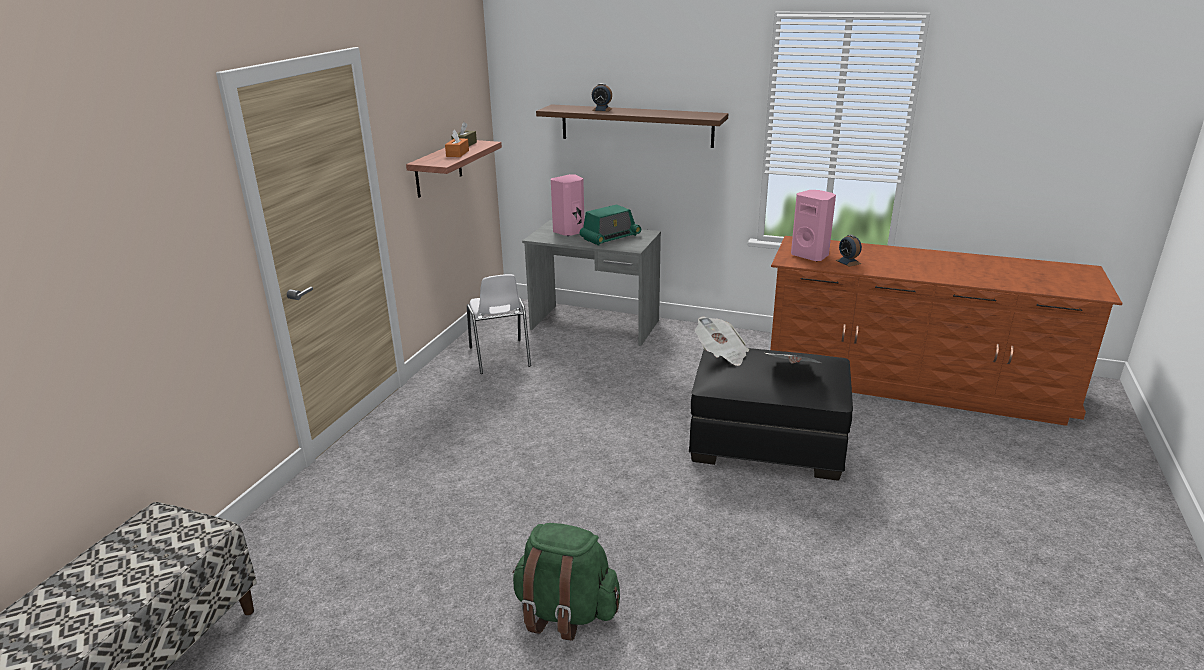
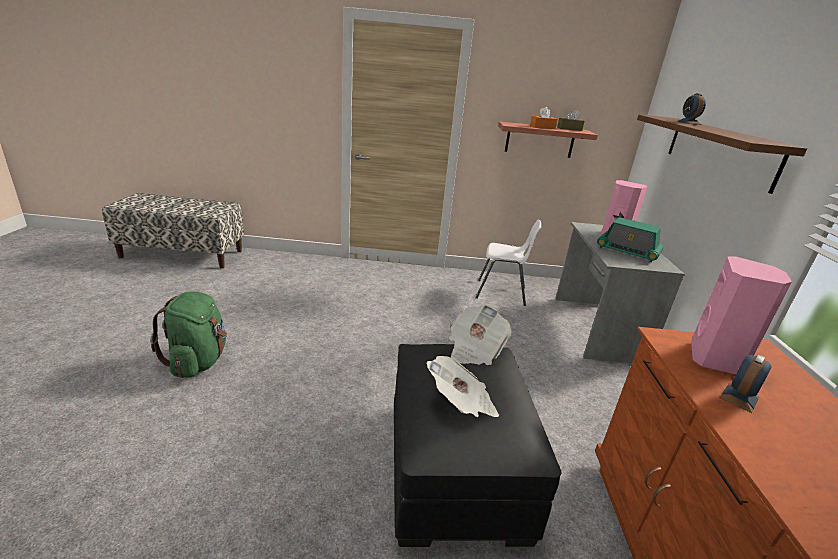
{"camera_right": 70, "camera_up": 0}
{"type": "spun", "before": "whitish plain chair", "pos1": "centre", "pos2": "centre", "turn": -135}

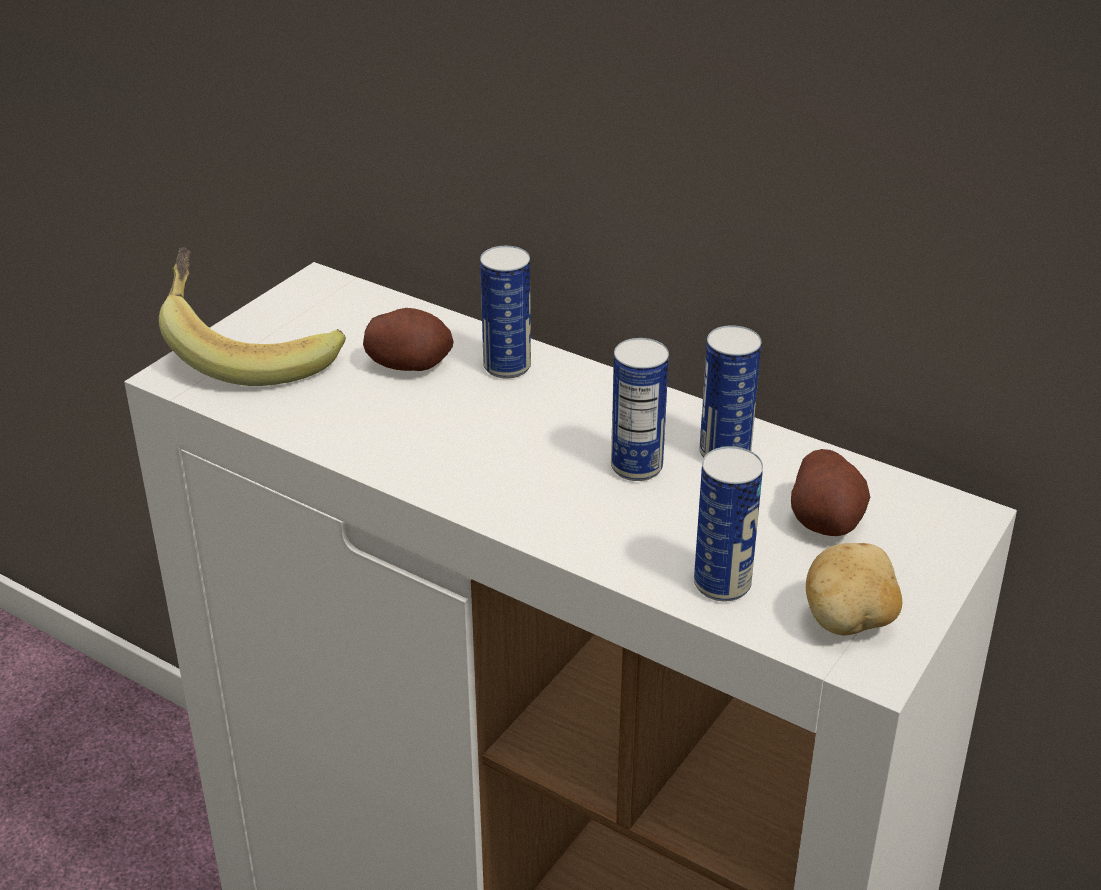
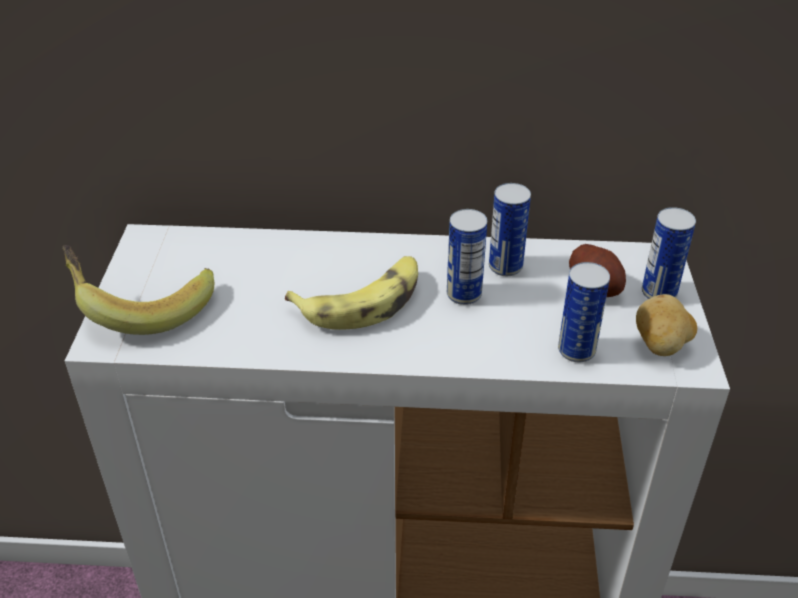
{"camera_right": -30, "camera_up": 5}
{"type": "appeared", "after": "banana (no. 2 from left)", "pos2": "centre"}
{"type": "relocated", "before": "can (no. 1 from left in the first image)", "after": "can (no. 4 from left)", "pos1": "centre", "pos2": "middle right"}
{"type": "missing", "before": "whole potato (no. 1 from left)", "pos1": "centre"}

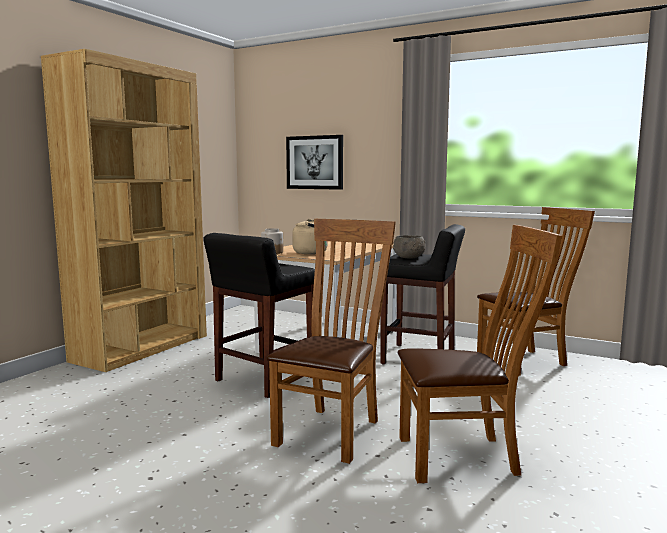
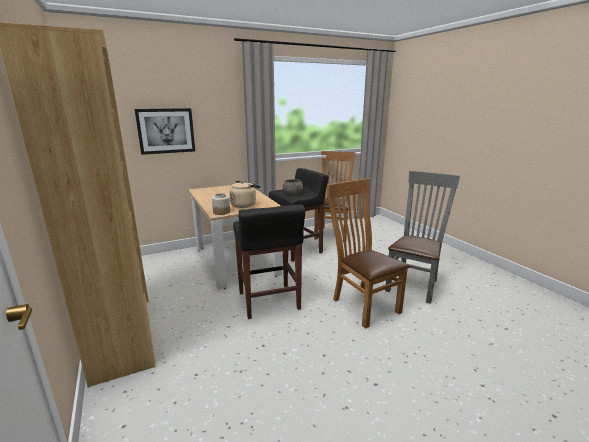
{"camera_right": -55, "camera_up": 10}
{"type": "colour", "before": "brown plain chair (no. 2 from left)", "after": "gray plain chair", "pos1": "middle right", "pos2": "middle right"}

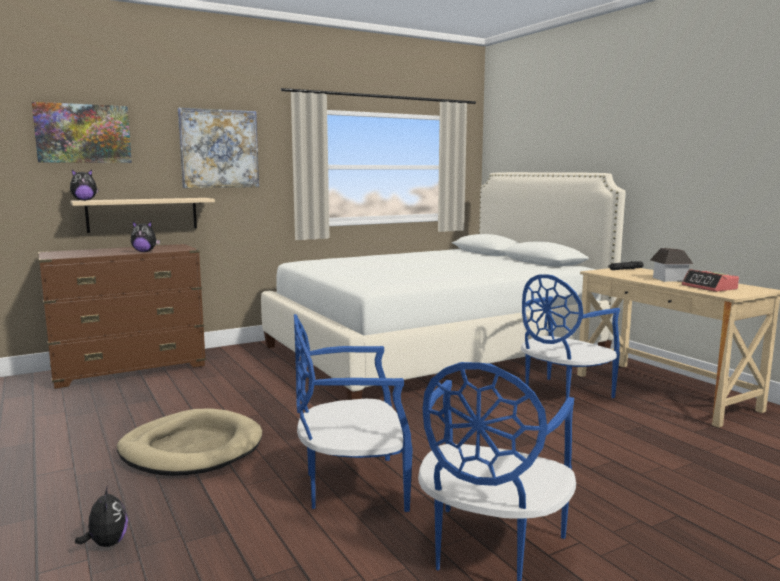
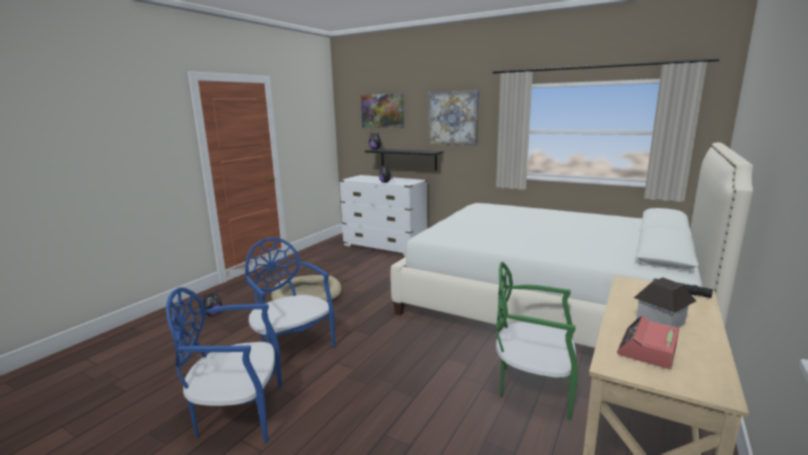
{"camera_right": 60, "camera_up": 5}
{"type": "colour", "before": "brown chest of drawers", "after": "whitish chest of drawers", "pos1": "middle left", "pos2": "centre"}
{"type": "colour", "before": "beige shelf", "after": "blackish shelf", "pos1": "middle left", "pos2": "centre"}
{"type": "colour", "before": "blue plain chair (no. 3 from left)", "after": "greenish plain chair", "pos1": "middle right", "pos2": "bottom centre"}

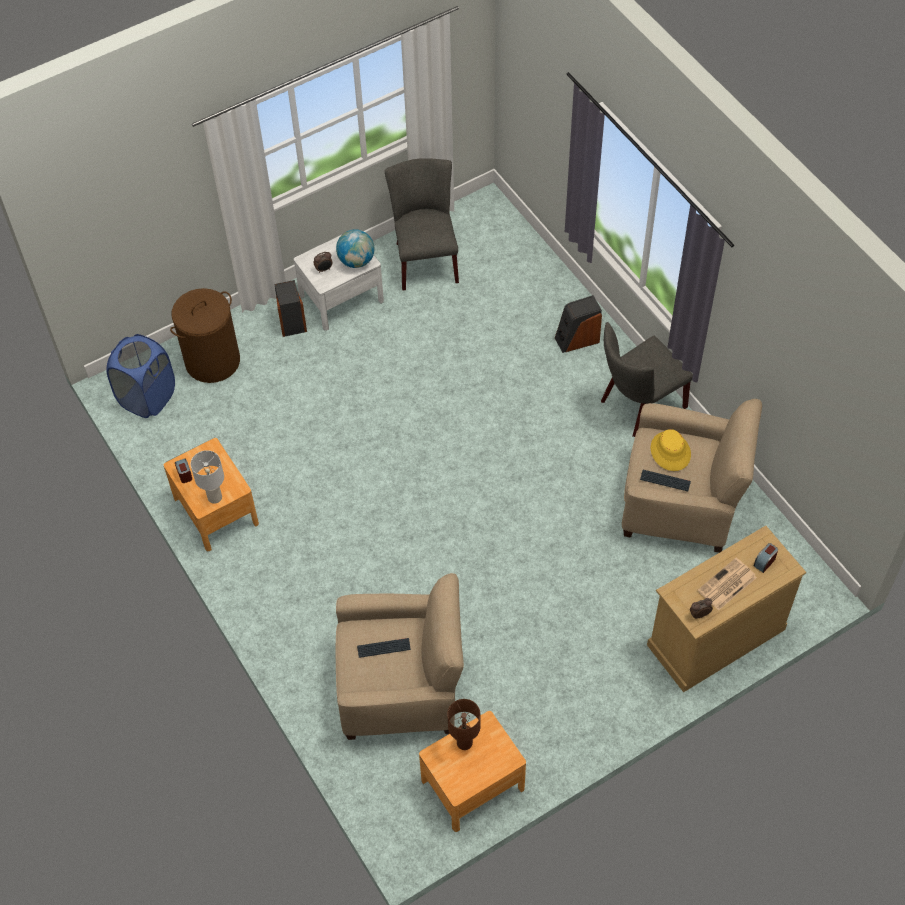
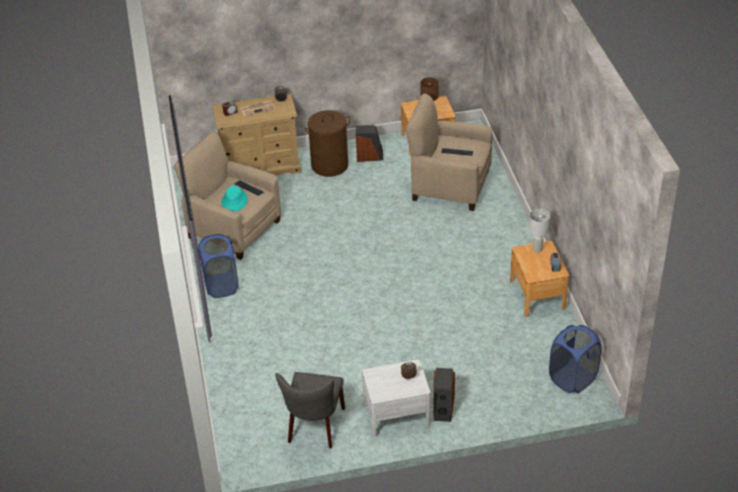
{"camera_right": -160, "camera_up": -15}
{"type": "exchanged", "before": "gray plain chair (no. 2 from left)", "after": "blue laundry basket (no. 1 from left)", "pos1": "middle right", "pos2": "middle left"}
{"type": "colour", "before": "yellow-coloured wearable hat", "after": "turquoise wearable hat", "pos1": "middle right", "pos2": "middle left"}
{"type": "relocated", "before": "brown laundry basket", "pos1": "middle left", "pos2": "top centre"}
{"type": "relocated", "before": "loudspeaker (no. 2 from left in the first image)", "after": "loudspeaker (no. 1 from left)", "pos1": "centre", "pos2": "top centre"}
{"type": "missing", "before": "desk globe", "pos1": "top centre"}

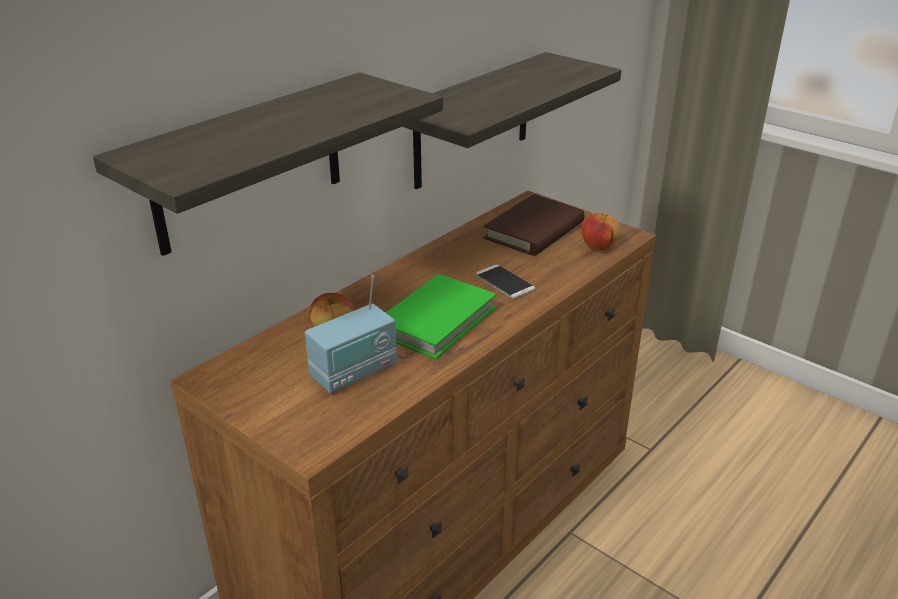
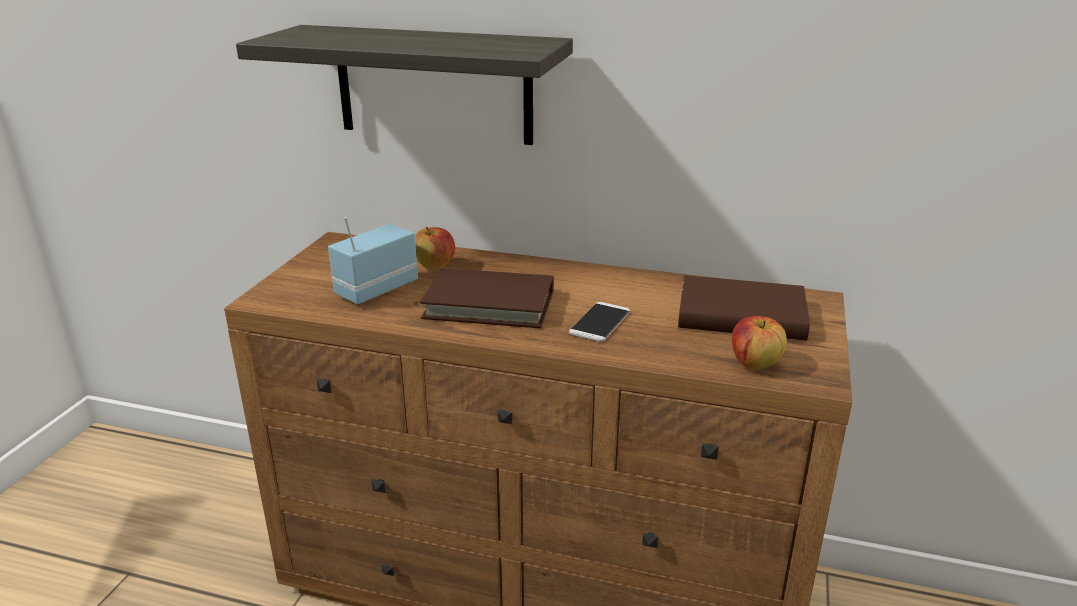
{"camera_right": 65, "camera_up": -5}
{"type": "spun", "before": "radio", "pos1": "centre", "pos2": "centre", "turn": 105}
{"type": "colour", "before": "greenish bound book", "after": "brown bound book (no. 1 from left)", "pos1": "centre", "pos2": "centre"}
{"type": "missing", "before": "shelf (no. 2 from left)", "pos1": "top centre"}

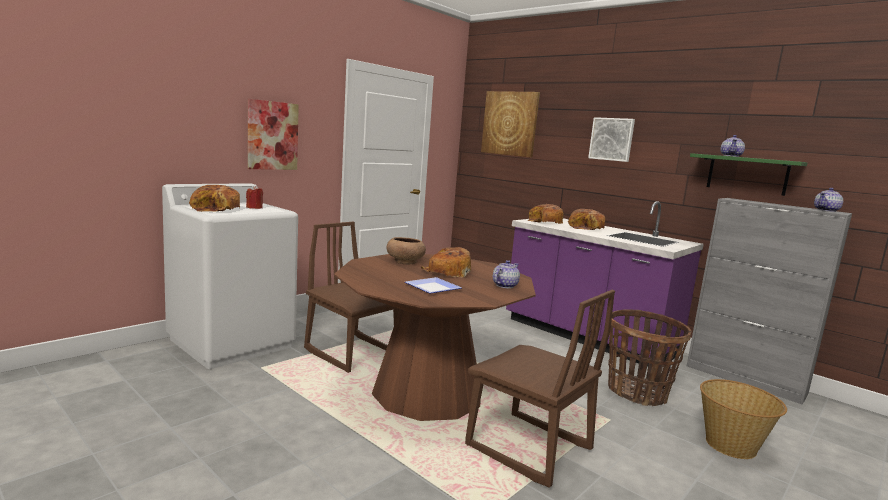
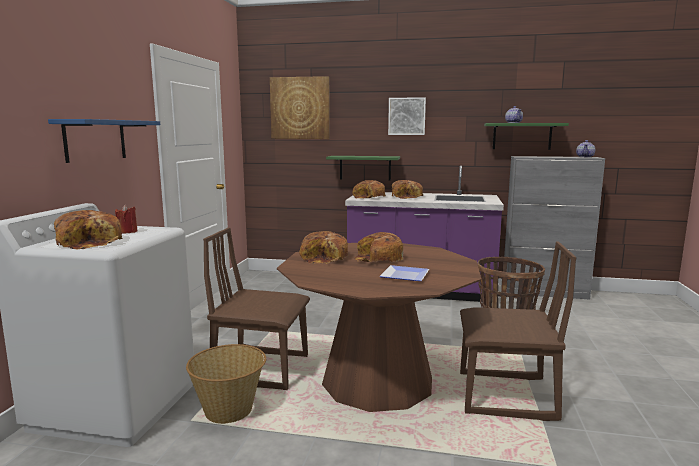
{"camera_right": -30, "camera_up": 0}
{"type": "exchanged", "before": "wall art (no. 1 from left)", "after": "blue shelf", "pos1": "top left", "pos2": "top left"}
{"type": "relocated", "before": "basket (no. 2 from left in the first image)", "after": "basket (no. 1 from left)", "pos1": "bottom right", "pos2": "bottom left"}
{"type": "exchanged", "before": "brown serving bowl", "after": "bakery bread (no. 2 from left)", "pos1": "centre", "pos2": "centre"}
{"type": "appeared", "after": "greenish shelf (no. 1 from left)", "pos2": "centre"}
{"type": "missing", "before": "pot for tea (no. 1 from left)", "pos1": "centre"}

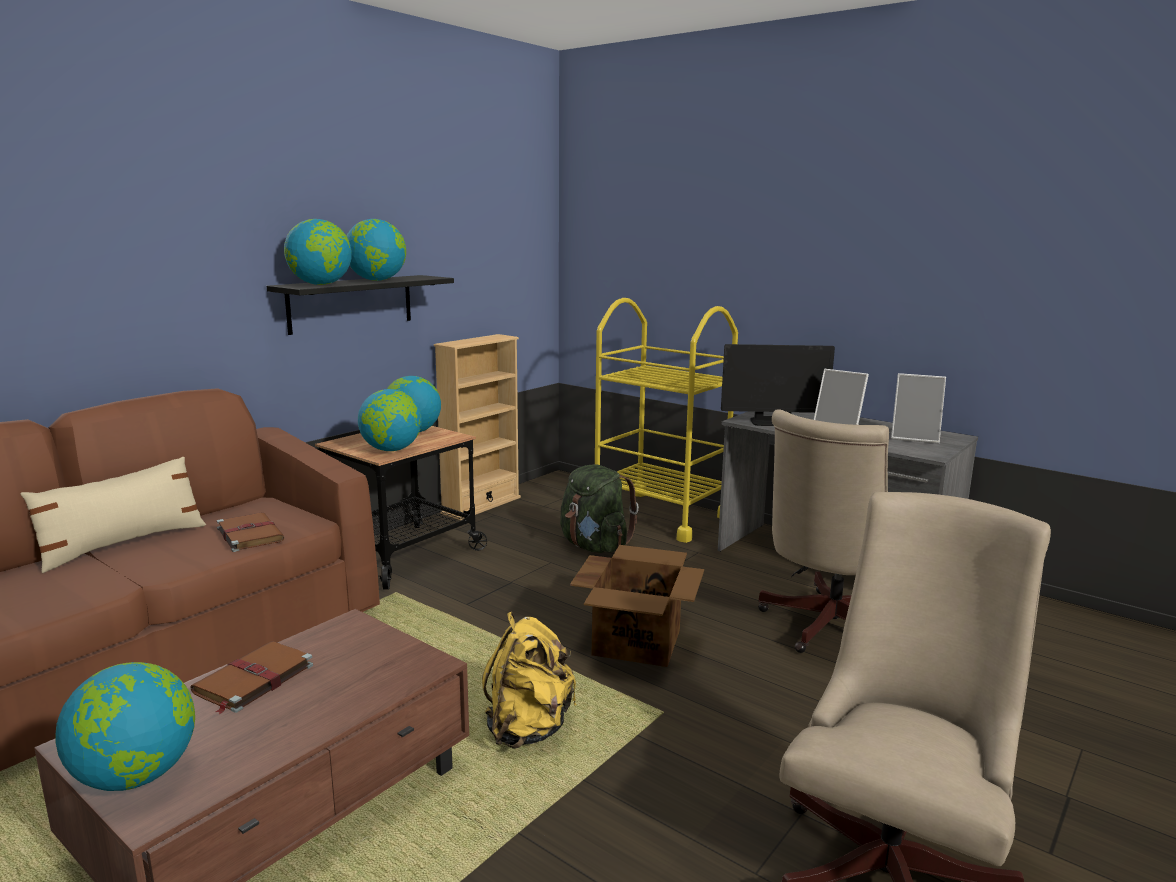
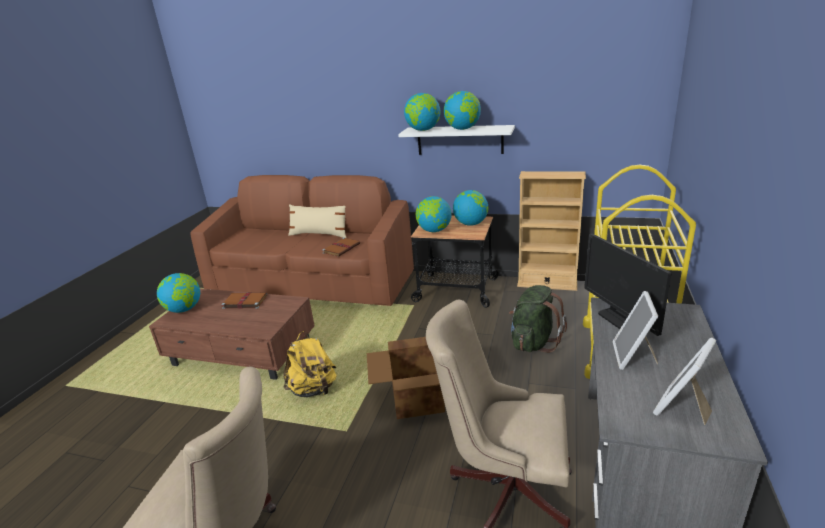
{"camera_right": 70, "camera_up": 10}
{"type": "colour", "before": "blackish shelf", "after": "whitish shelf", "pos1": "middle left", "pos2": "top centre"}
{"type": "spun", "before": "photo frame (no. 2 from left)", "pos1": "middle right", "pos2": "bottom right", "turn": 45}

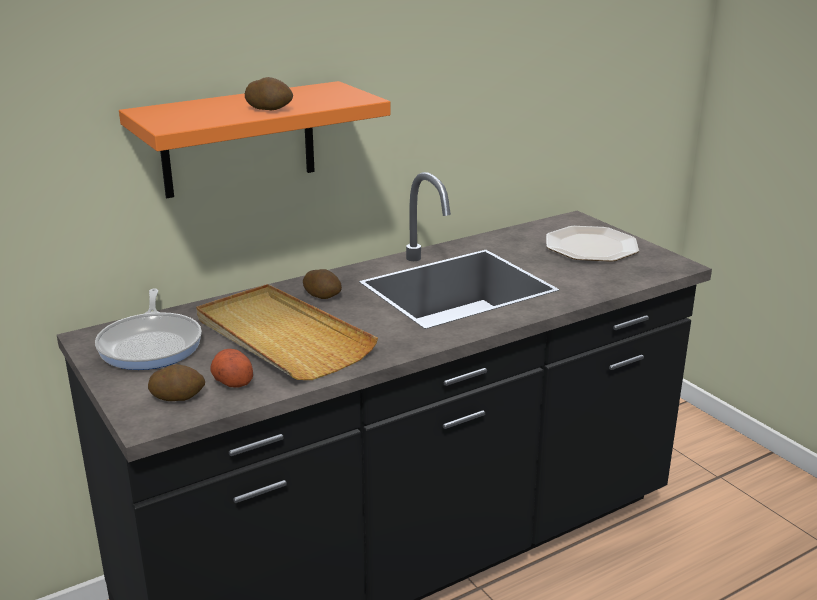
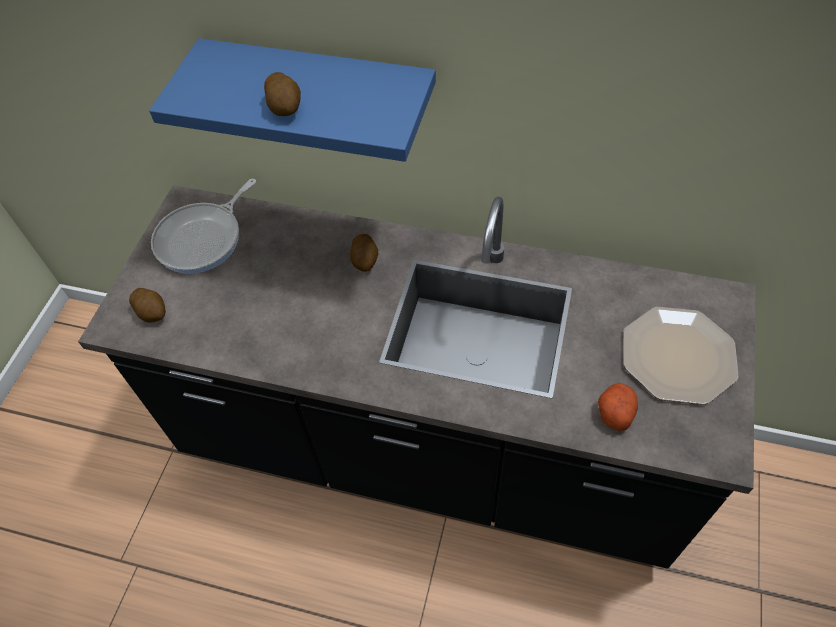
{"camera_right": 50, "camera_up": 30}
{"type": "colour", "before": "orange-coloured shelf", "after": "blue shelf", "pos1": "top left", "pos2": "top centre"}
{"type": "relocated", "before": "whole potato (no. 2 from left in the first image)", "after": "whole potato (no. 4 from left)", "pos1": "middle left", "pos2": "middle right"}
{"type": "missing", "before": "beige tray", "pos1": "centre"}

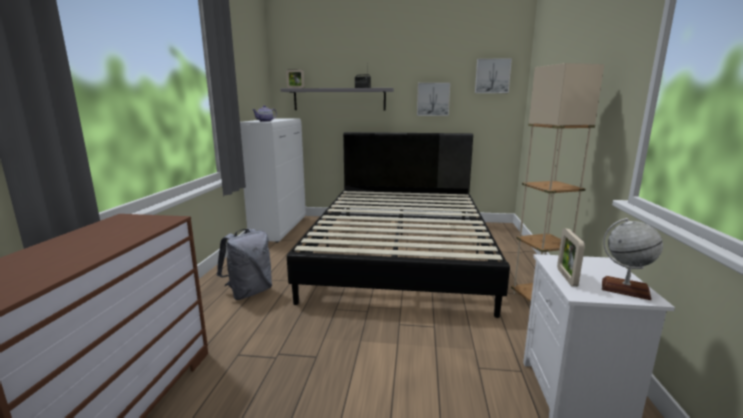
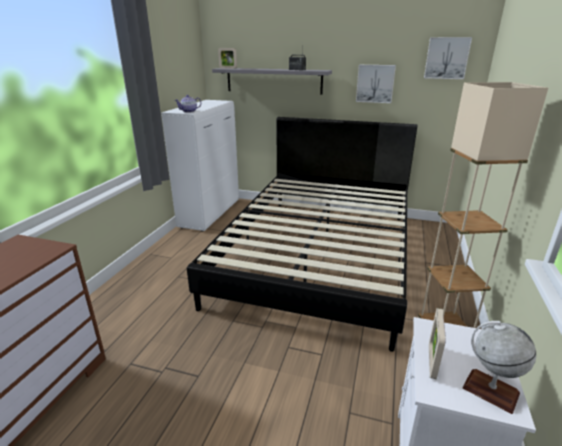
{"camera_right": 10, "camera_up": 10}
{"type": "missing", "before": "gray backpack", "pos1": "middle left"}

